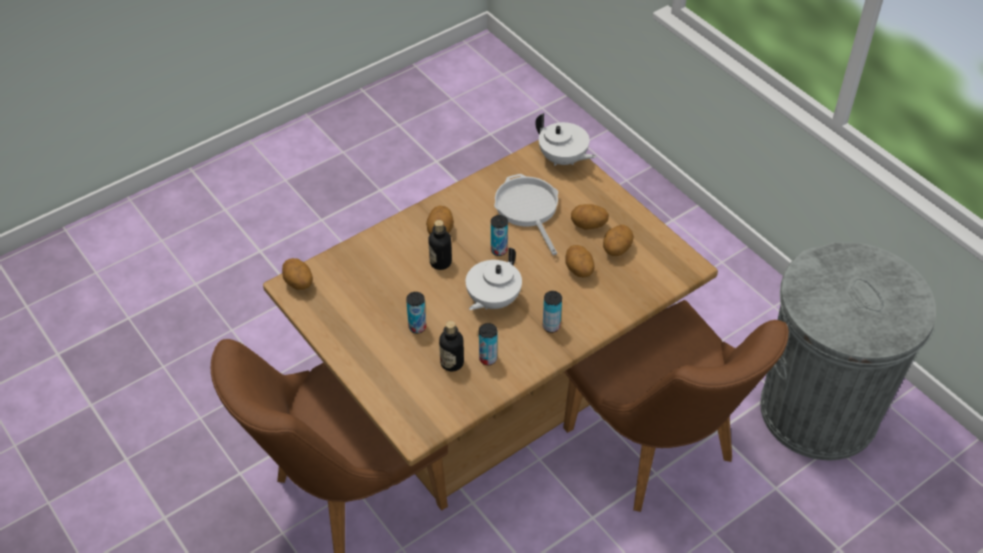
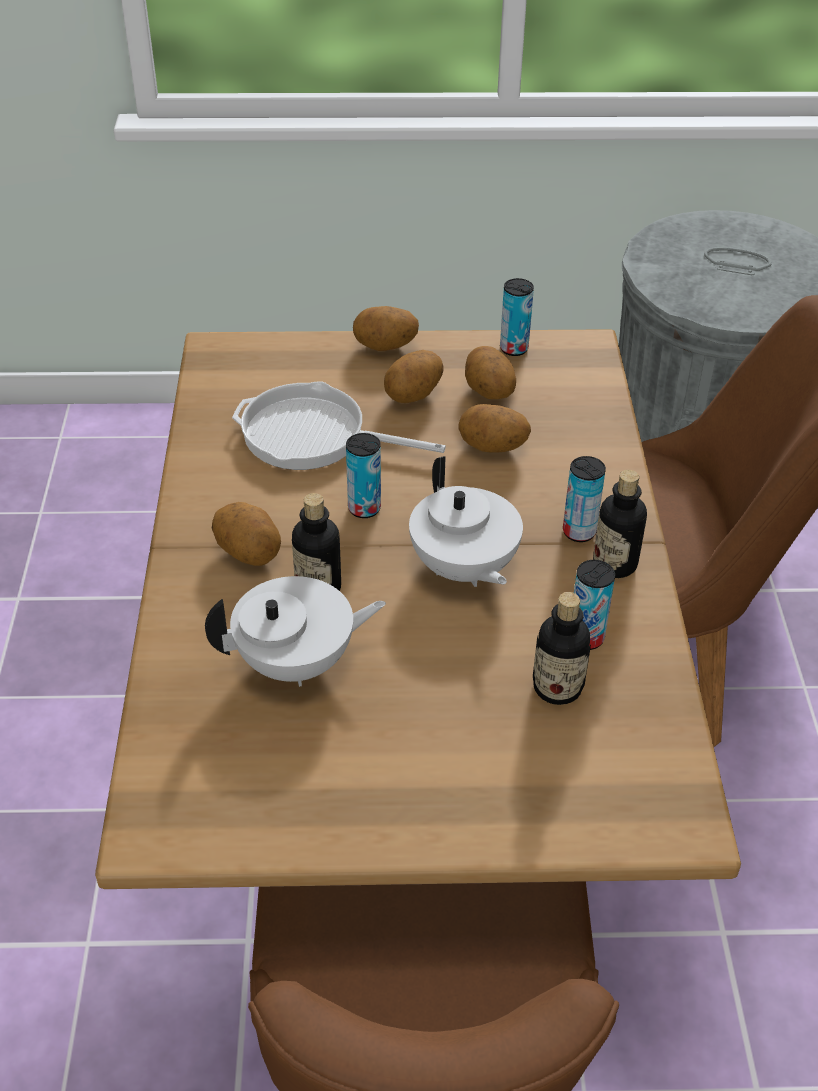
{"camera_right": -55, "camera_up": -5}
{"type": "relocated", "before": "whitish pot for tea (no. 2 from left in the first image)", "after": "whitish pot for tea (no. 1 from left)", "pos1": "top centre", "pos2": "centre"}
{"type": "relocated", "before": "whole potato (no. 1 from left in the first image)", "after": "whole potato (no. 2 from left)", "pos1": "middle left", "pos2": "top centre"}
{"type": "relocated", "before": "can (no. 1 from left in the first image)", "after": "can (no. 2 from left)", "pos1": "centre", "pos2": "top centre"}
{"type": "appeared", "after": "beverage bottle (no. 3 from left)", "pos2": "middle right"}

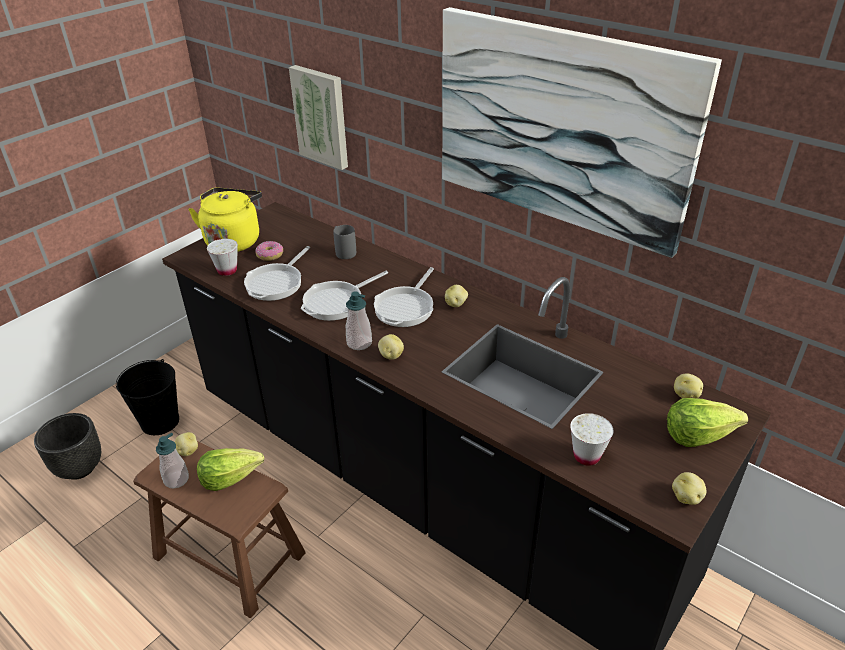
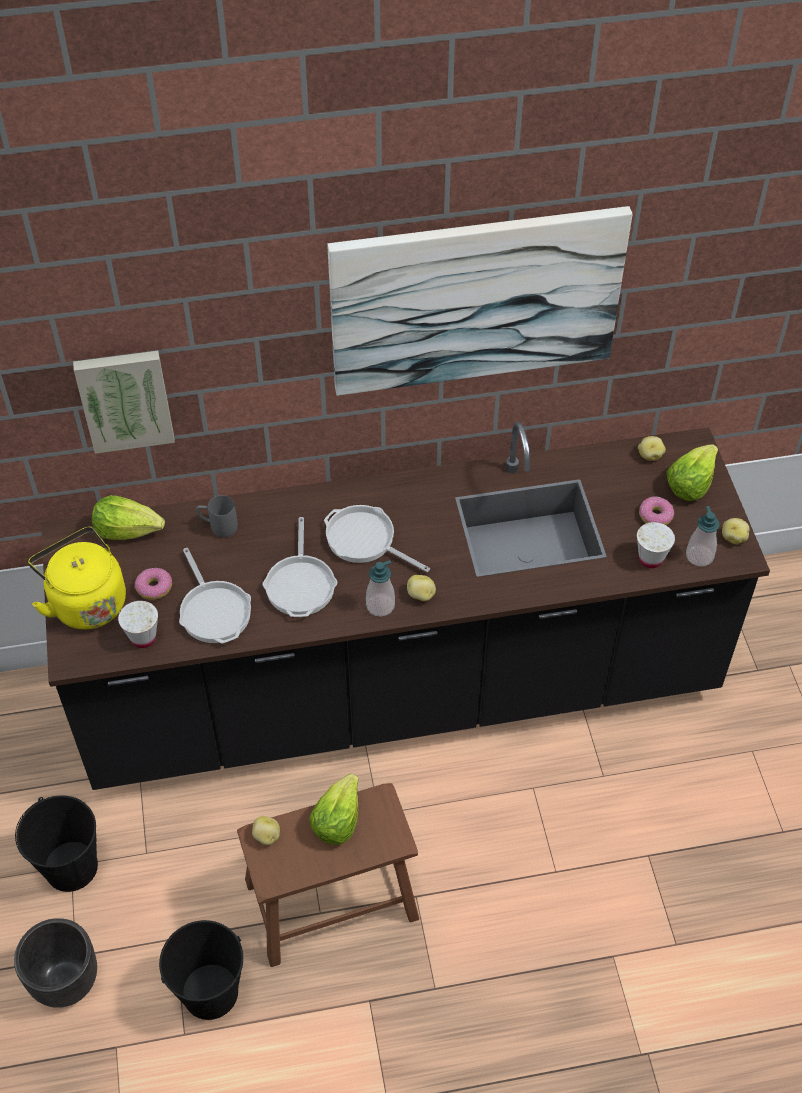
{"camera_right": -50, "camera_up": 15}
{"type": "appeared", "after": "lettuce (no. 1 from left)", "pos2": "middle left"}
{"type": "appeared", "after": "blackish bucket (no. 2 from left)", "pos2": "bottom left"}
{"type": "spun", "before": "skillet (no. 3 from left)", "pos1": "centre", "pos2": "centre", "turn": 150}
{"type": "appeared", "after": "donut (no. 2 from left)", "pos2": "middle right"}
{"type": "relocated", "before": "liquid soap bottle (no. 1 from left in the first image)", "after": "liquid soap bottle (no. 2 from left)", "pos1": "bottom left", "pos2": "middle right"}
{"type": "missing", "before": "whole potato (no. 3 from left)", "pos1": "centre"}

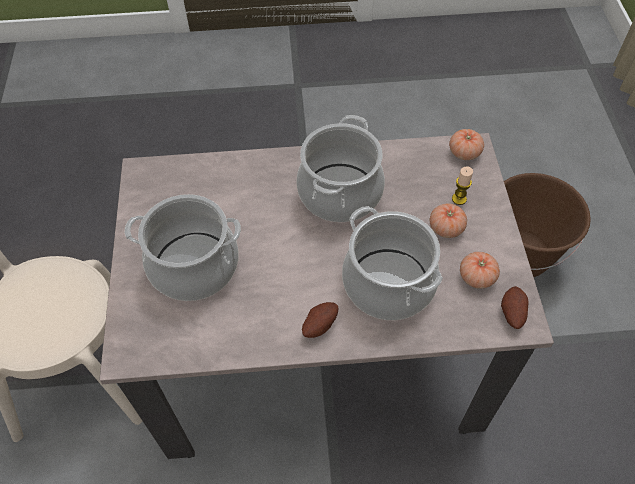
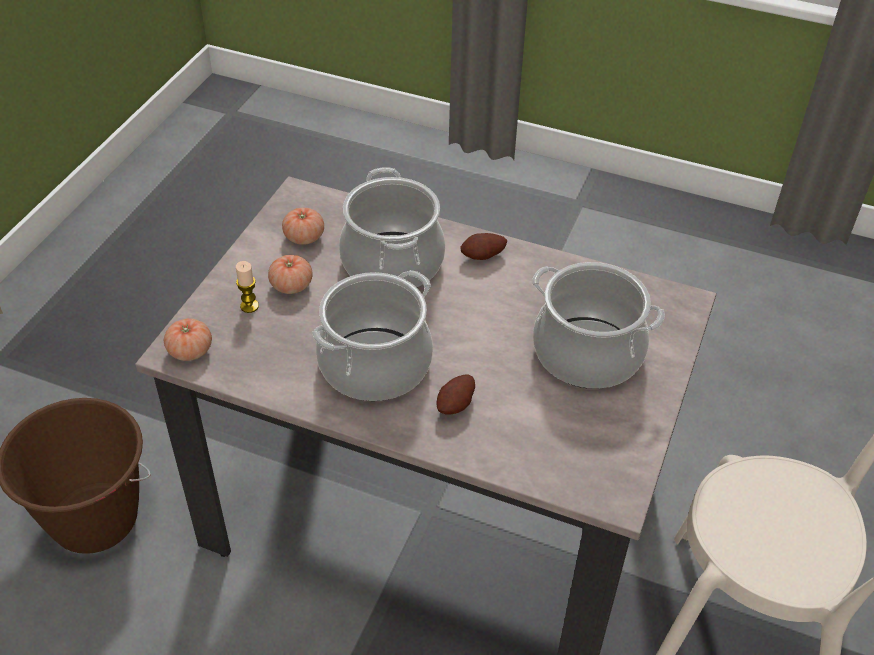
{"camera_right": -155, "camera_up": -10}
{"type": "relocated", "before": "whole potato (no. 2 from left in the first image)", "after": "whole potato (no. 1 from left)", "pos1": "middle right", "pos2": "centre"}

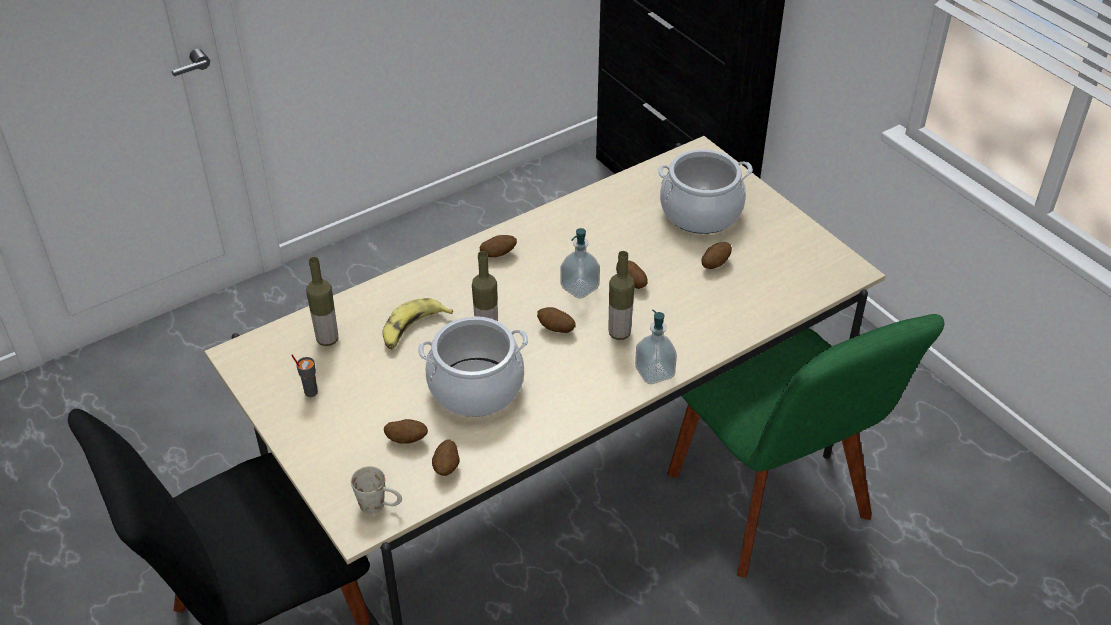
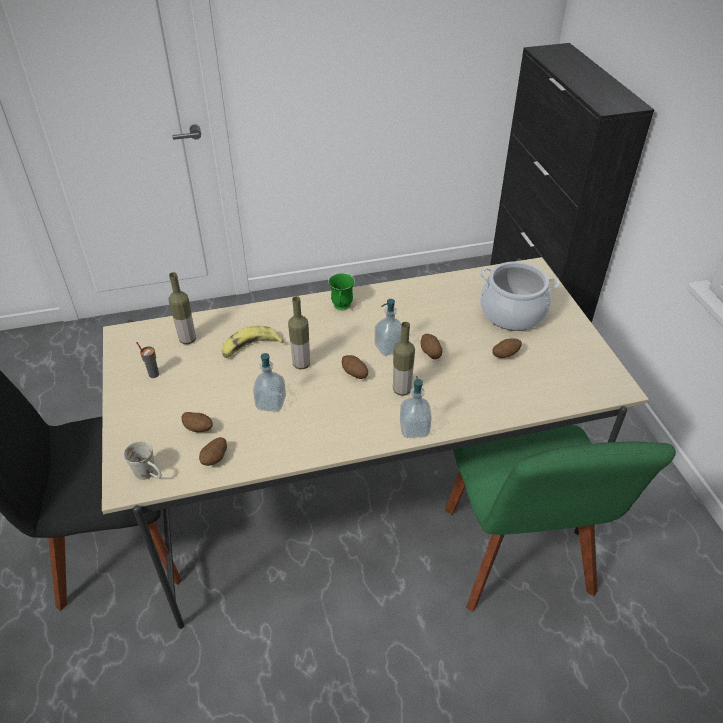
{"camera_right": 20, "camera_up": 0}
{"type": "exchanged", "before": "stockpot (no. 1 from left)", "after": "liquid soap bottle (no. 1 from left)", "pos1": "centre", "pos2": "centre"}
{"type": "exchanged", "before": "whole potato (no. 3 from left)", "after": "greenish mug", "pos1": "centre", "pos2": "centre"}

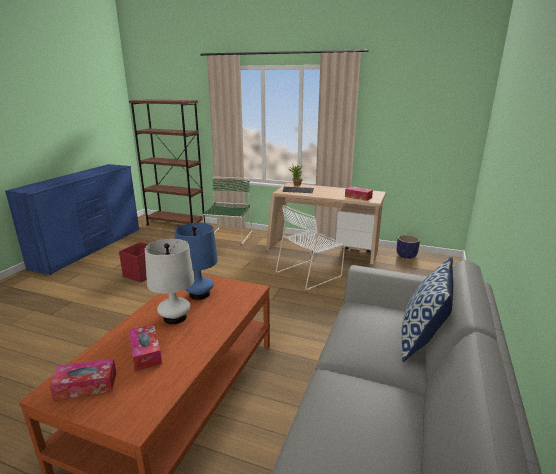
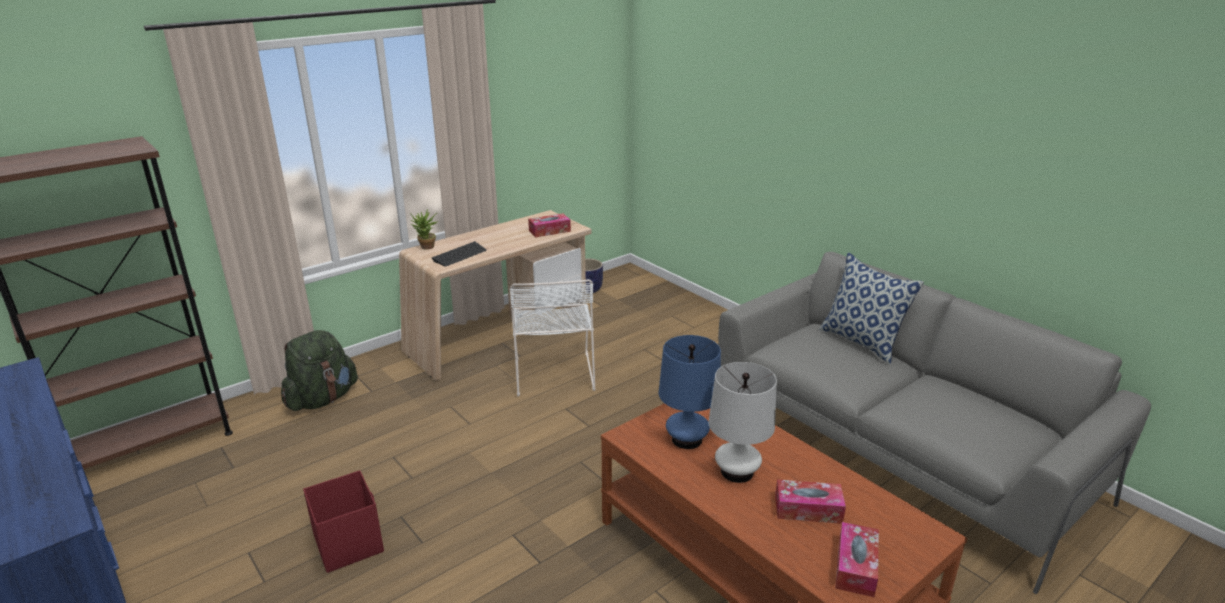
{"camera_right": -60, "camera_up": 5}
{"type": "exchanged", "before": "greenish plain chair", "after": "greenish backpack", "pos1": "centre", "pos2": "middle left"}

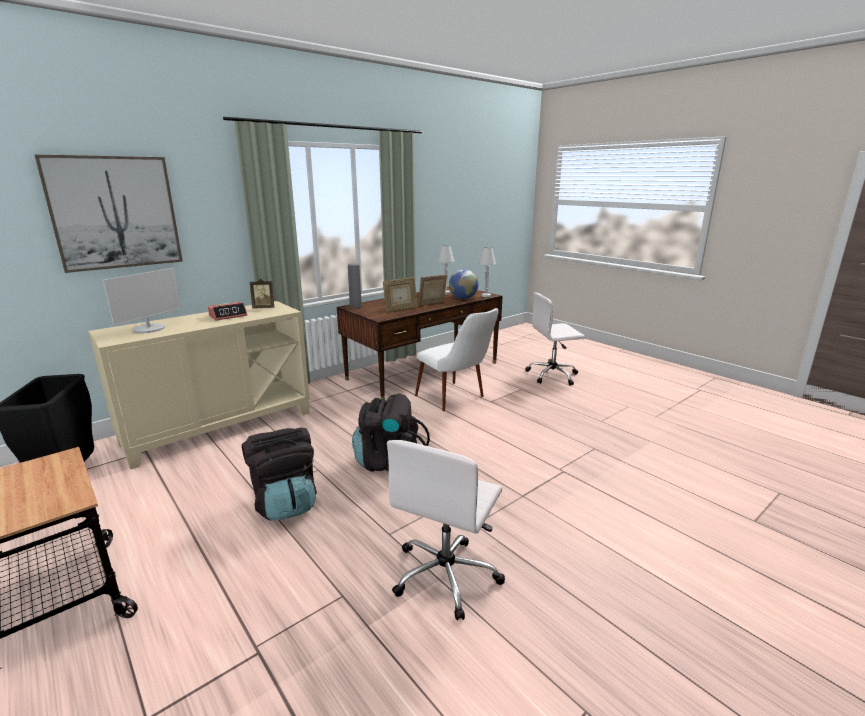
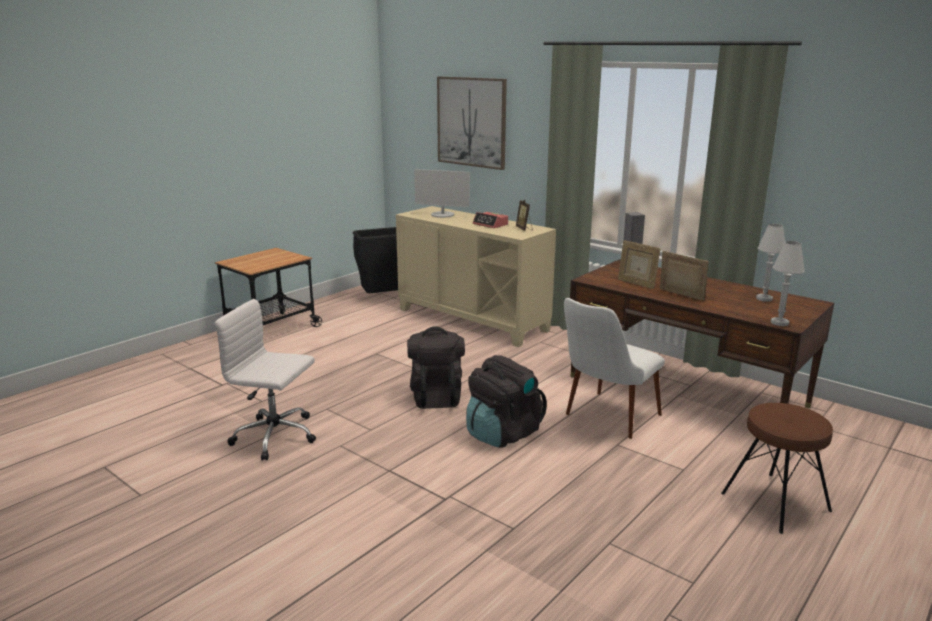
{"camera_right": 80, "camera_up": 0}
{"type": "relocated", "before": "blackish backpack (no. 1 from left in the first image)", "after": "blackish backpack (no. 2 from left)", "pos1": "middle left", "pos2": "centre"}
{"type": "exchanged", "before": "whitish office chair (no. 2 from left)", "after": "brown stool", "pos1": "centre", "pos2": "bottom right"}
{"type": "missing", "before": "desk globe", "pos1": "centre"}

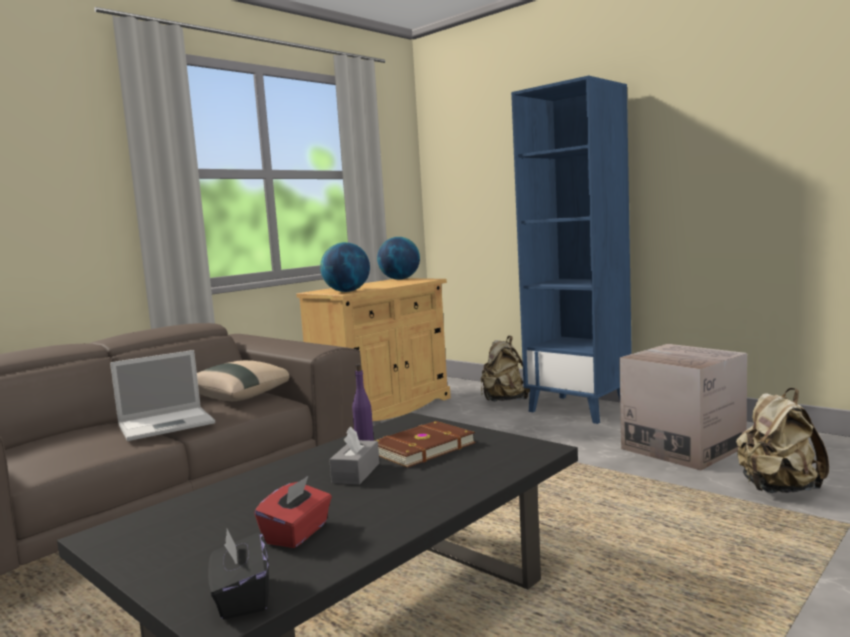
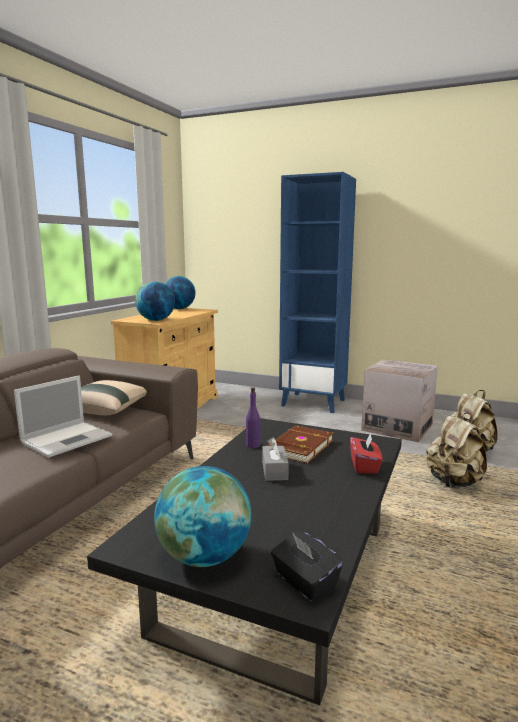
{"camera_right": -20, "camera_up": 5}
{"type": "appeared", "after": "desk globe (no. 3 from left)", "pos2": "bottom centre"}
{"type": "relocated", "before": "reddish tissue holder", "pos1": "bottom centre", "pos2": "middle right"}
{"type": "relocated", "before": "beige backpack (no. 1 from left)", "pos1": "centre", "pos2": "middle right"}

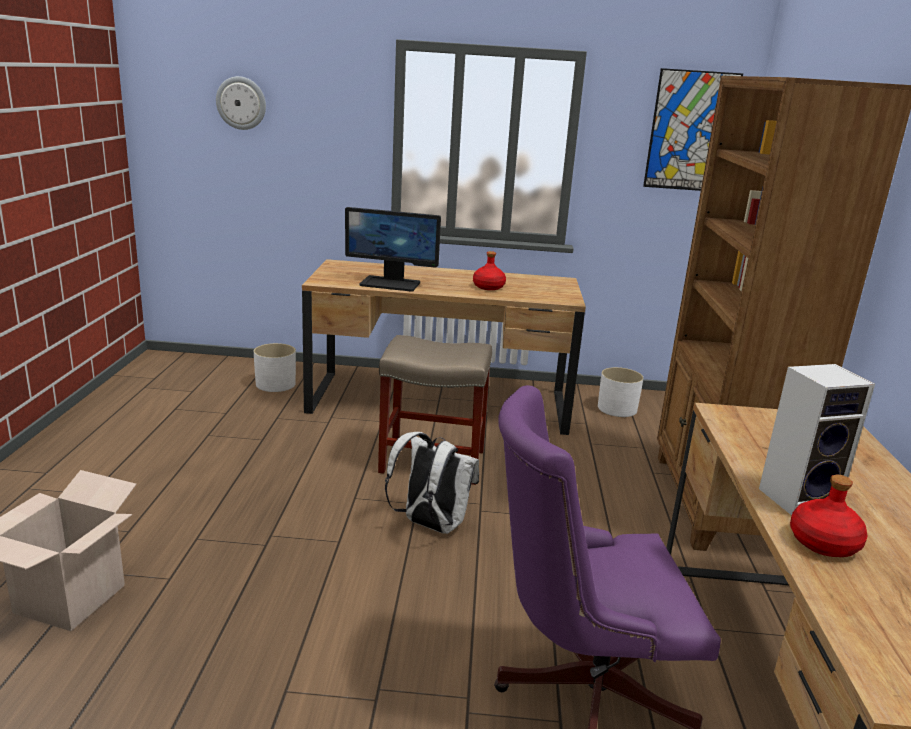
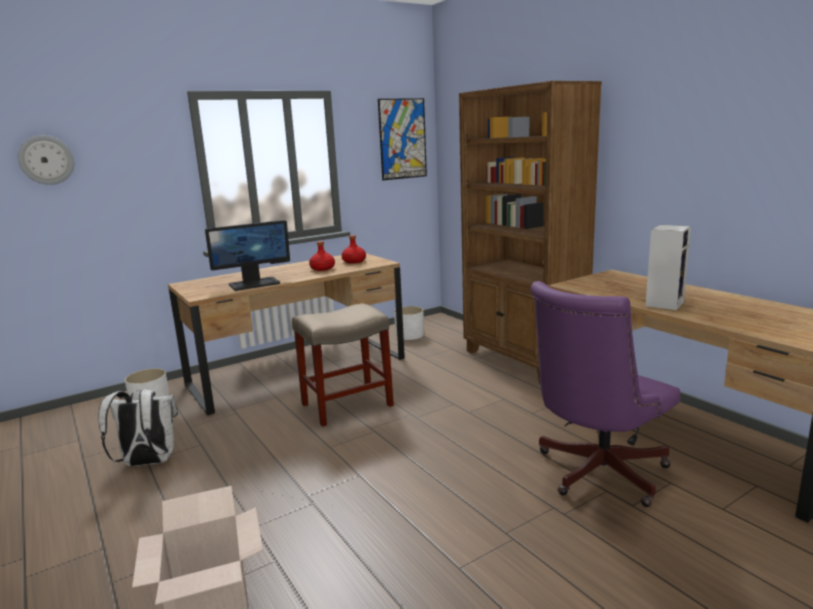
{"camera_right": -35, "camera_up": -5}
{"type": "relocated", "before": "whitish backpack", "pos1": "centre", "pos2": "bottom left"}
{"type": "relocated", "before": "reddish beverage bottle (no. 2 from left)", "pos1": "bottom right", "pos2": "centre"}

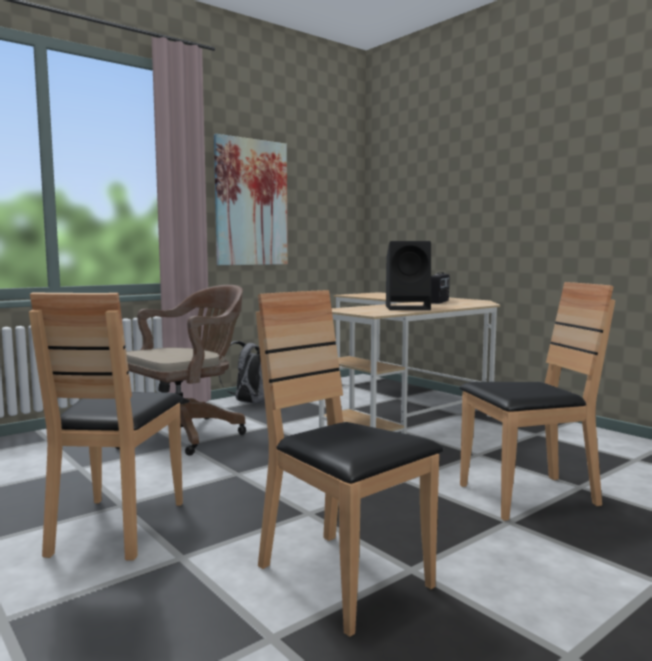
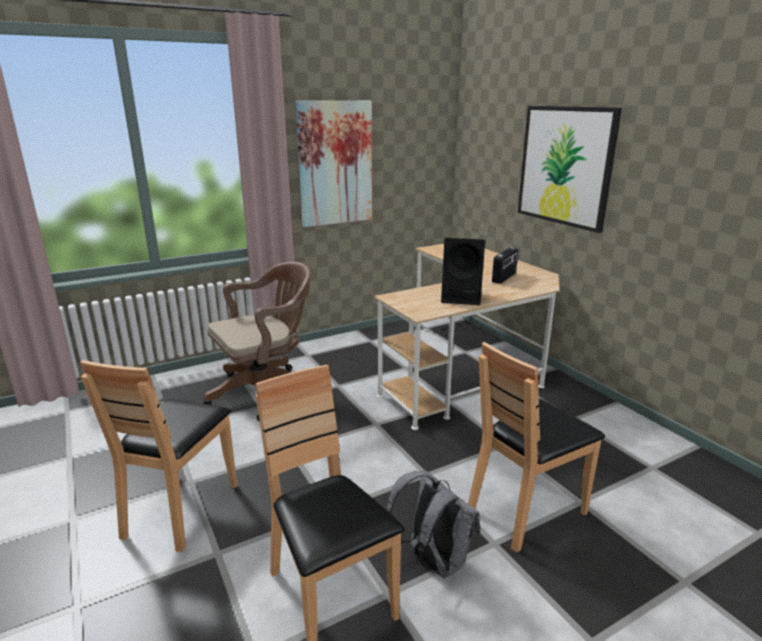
{"camera_right": 10, "camera_up": 15}
{"type": "relocated", "before": "gray backpack", "pos1": "centre", "pos2": "bottom centre"}
{"type": "spun", "before": "brown plain chair (no. 3 from left)", "pos1": "middle right", "pos2": "bottom right", "turn": 150}
{"type": "appeared", "after": "wall art (no. 2 from left)", "pos2": "top right"}

